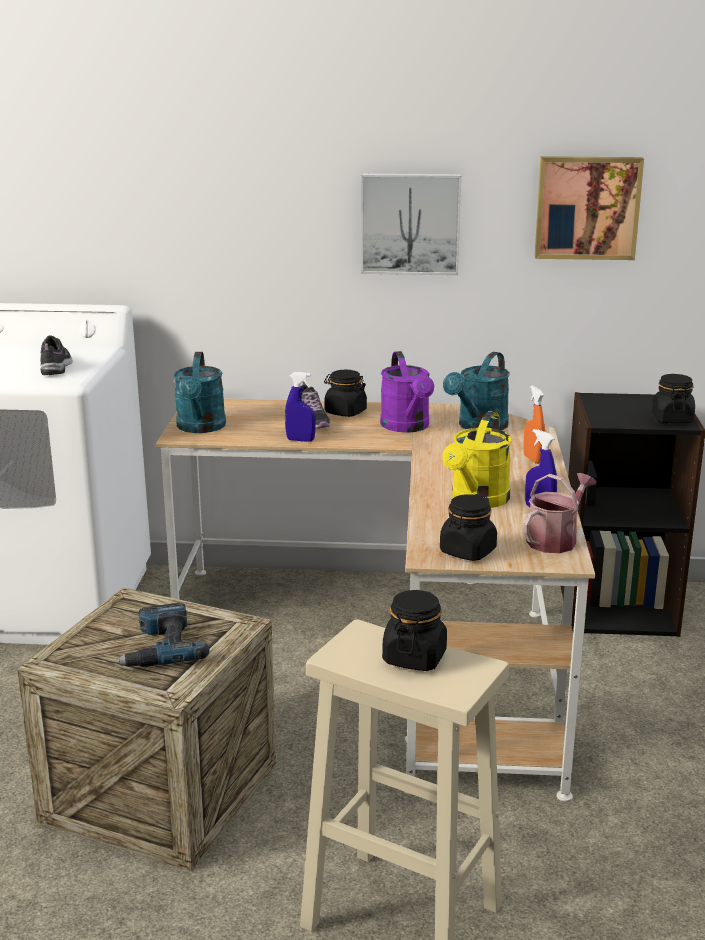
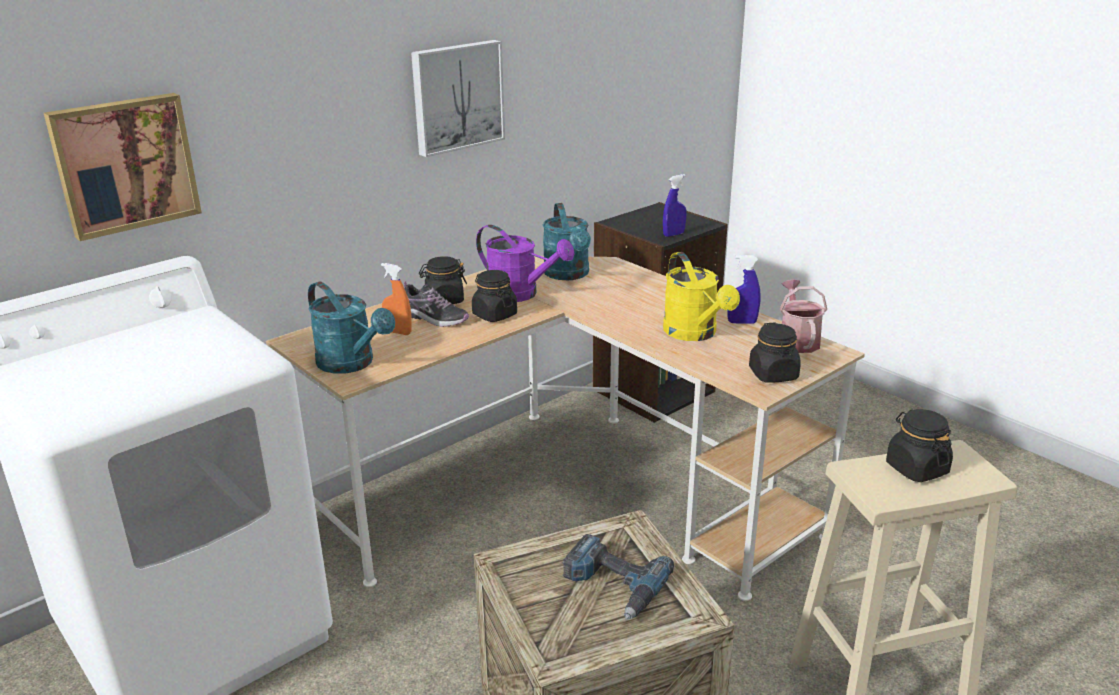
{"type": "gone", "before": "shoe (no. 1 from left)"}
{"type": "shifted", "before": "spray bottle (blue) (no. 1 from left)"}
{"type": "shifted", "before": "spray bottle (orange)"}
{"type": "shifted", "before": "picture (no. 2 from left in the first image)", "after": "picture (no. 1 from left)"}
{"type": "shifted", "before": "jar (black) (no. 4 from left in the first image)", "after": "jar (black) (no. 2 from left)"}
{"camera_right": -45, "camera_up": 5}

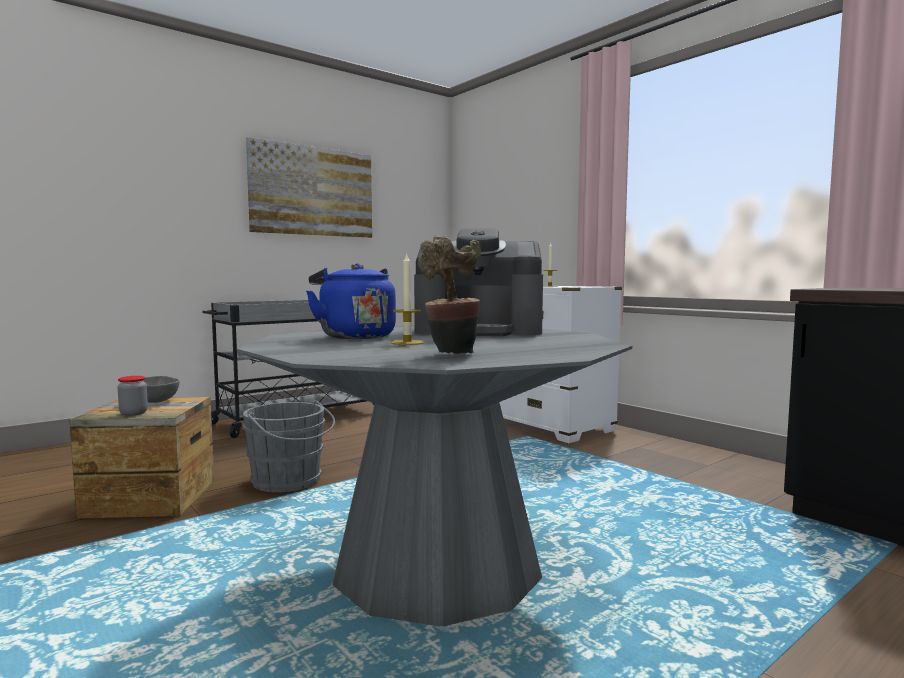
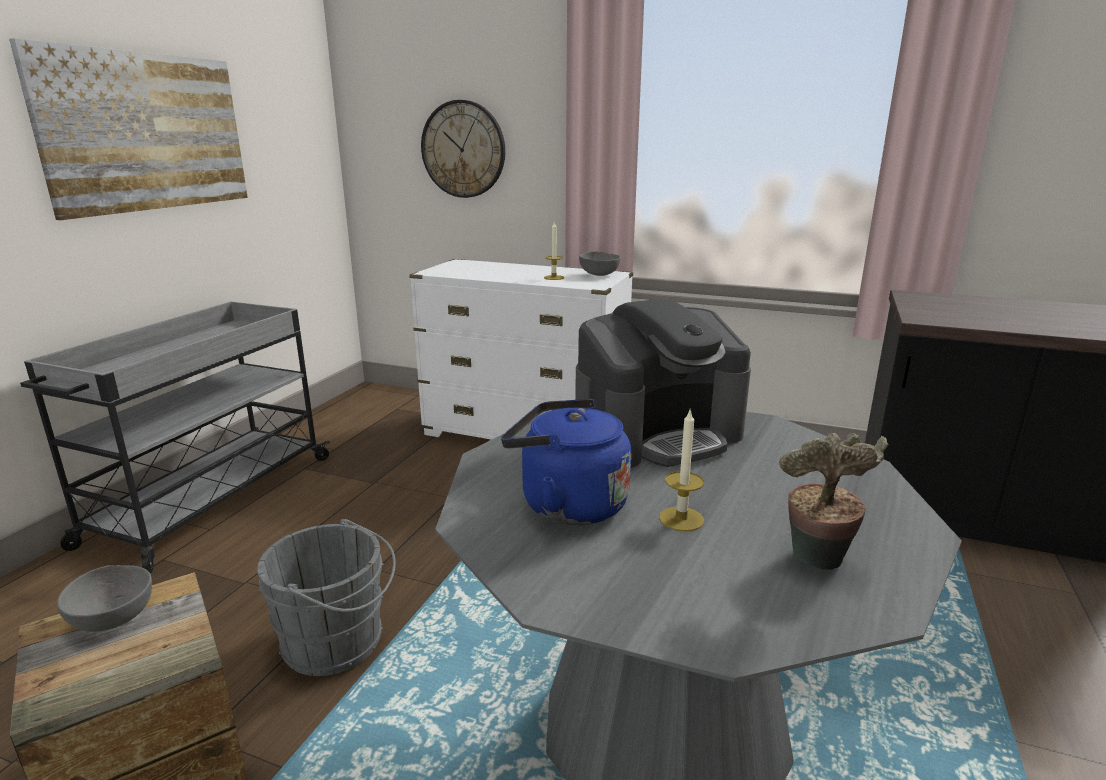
{"type": "gone", "before": "jar"}
{"type": "new", "after": "wall clock"}
{"type": "new", "after": "bowl (grey) (no. 2 from left)"}
{"camera_right": -30, "camera_up": 15}

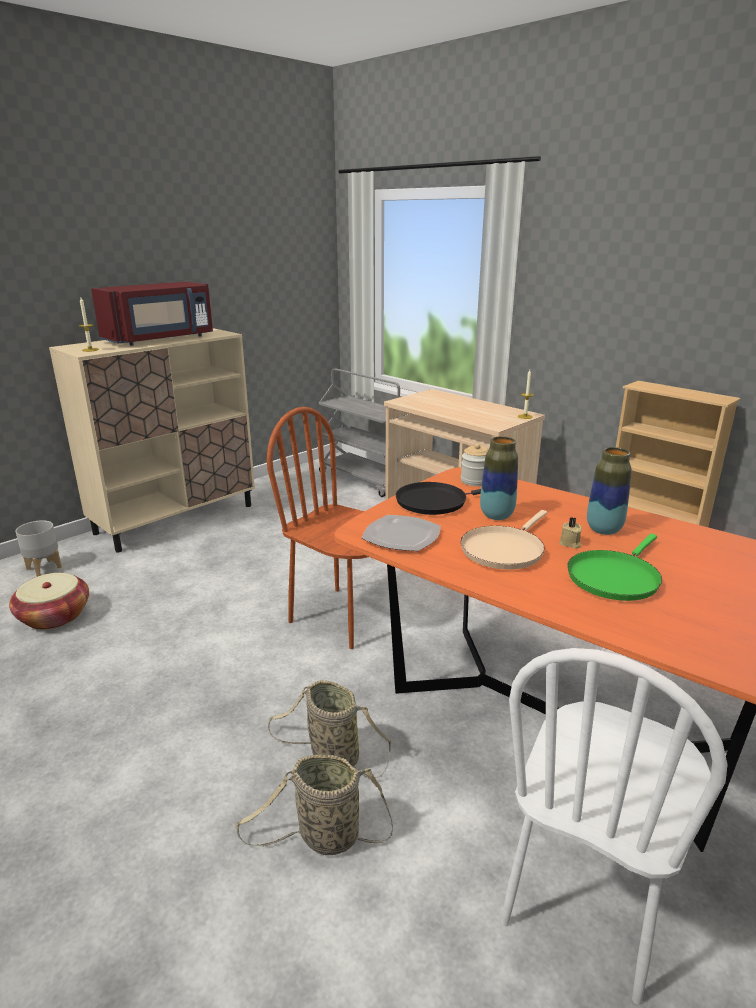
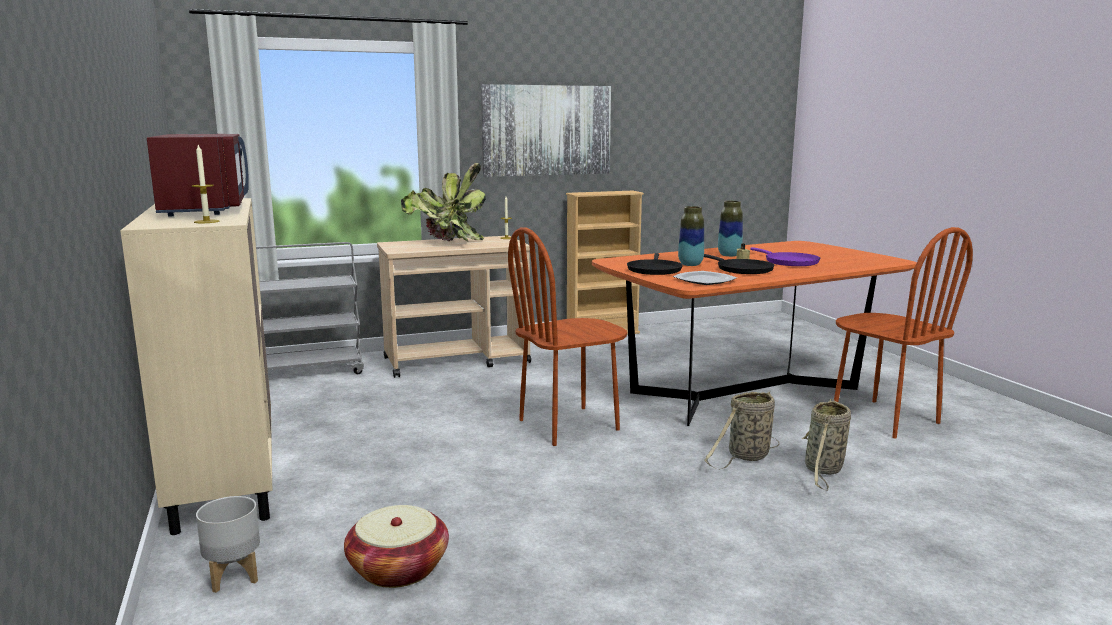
{"type": "gone", "before": "jar"}
{"type": "new", "after": "potted plant"}
{"type": "new", "after": "picture"}
{"type": "repainted", "before": "frying pan (beige)", "after": "frying pan (black) (no. 2 from left)"}
{"type": "repainted", "before": "chair (white)", "after": "chair (brown) (no. 2 from left)"}
{"type": "repainted", "before": "frying pan (green)", "after": "frying pan (purple)"}
{"camera_right": -65, "camera_up": -10}

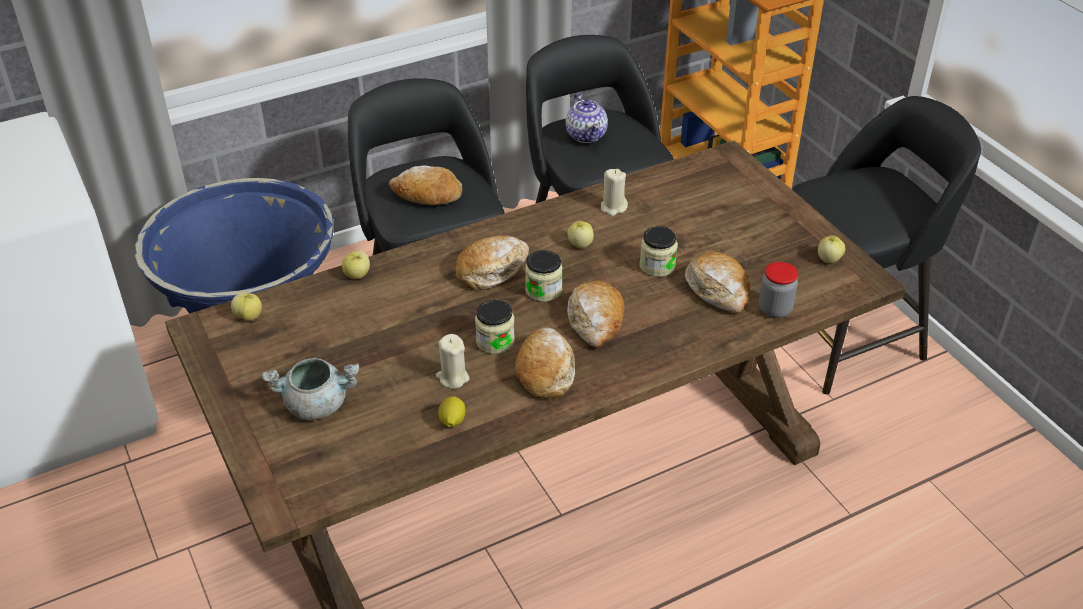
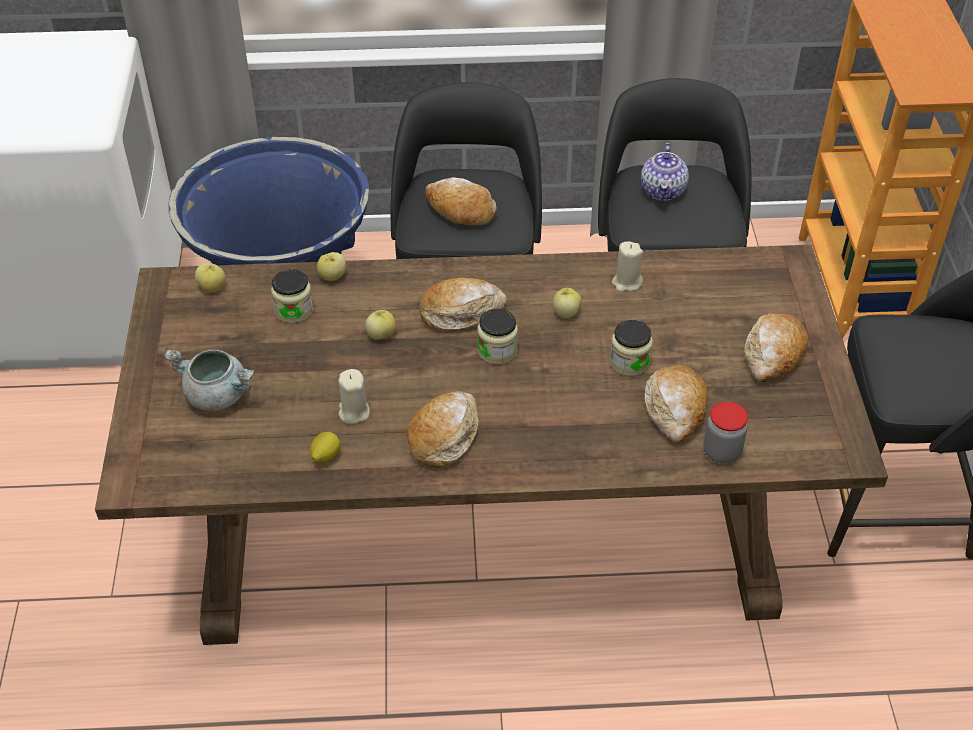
{"type": "shifted", "before": "jar (no. 1 from left)"}
{"type": "shifted", "before": "bread (no. 4 from left in the first image)", "after": "bread (no. 5 from left)"}
{"type": "shifted", "before": "apple (no. 4 from left in the first image)", "after": "apple (no. 3 from left)"}
{"camera_right": 25, "camera_up": 5}

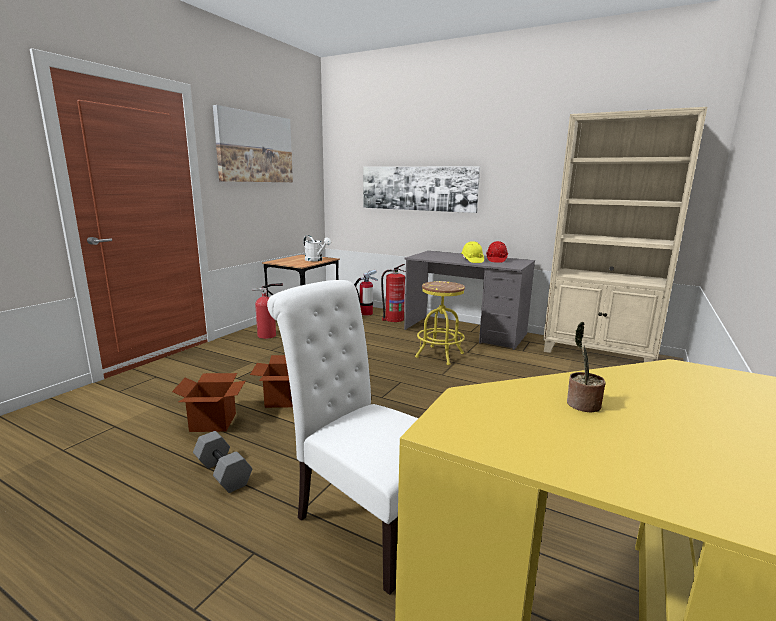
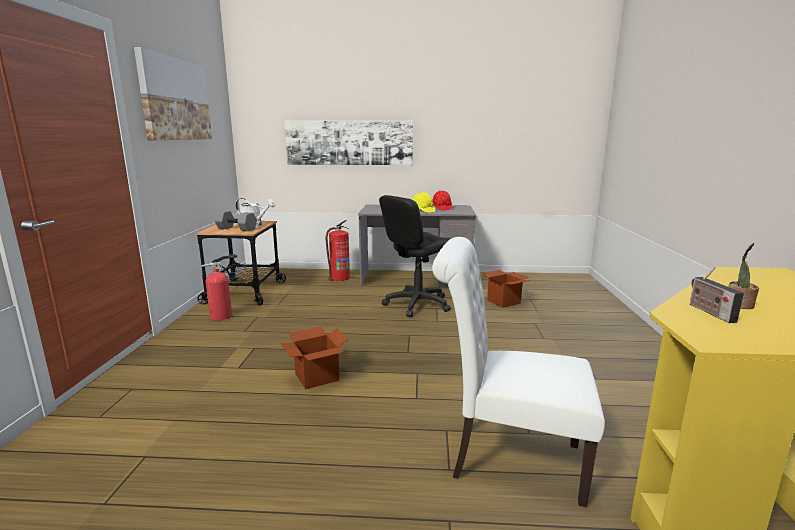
{"type": "gone", "before": "fire extinguisher (no. 2 from left)"}
{"type": "gone", "before": "bookcase (beige)"}
{"type": "new", "after": "radio"}
{"type": "shifted", "before": "cardboard box (no. 1 from left in the first image)", "after": "cardboard box (no. 2 from left)"}
{"type": "shifted", "before": "dumbbell (grey)"}
{"type": "swapped", "before": "stool (yellow)", "after": "office chair (black)"}
{"camera_right": -25, "camera_up": 0}

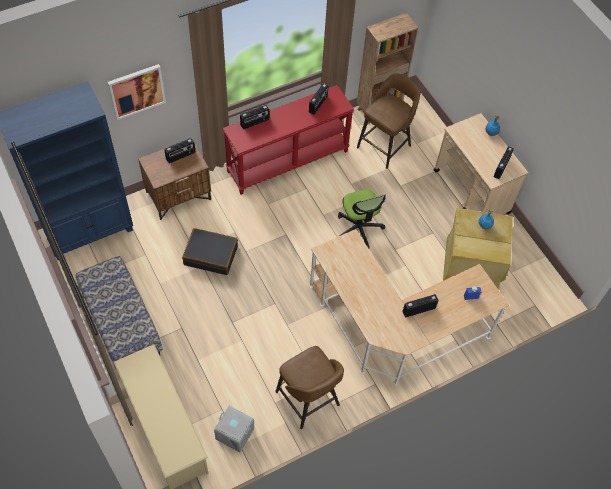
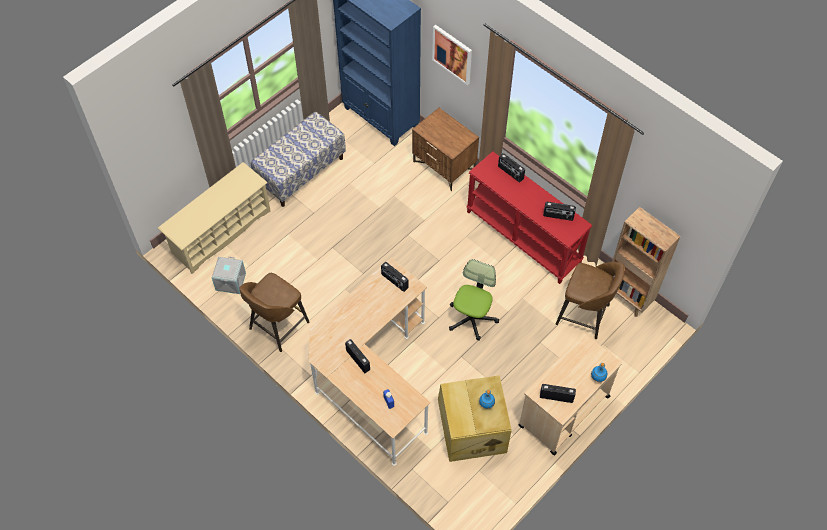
{"type": "gone", "before": "suitcase (black)"}
{"type": "shifted", "before": "radio (no. 1 from left in the first image)", "after": "radio (no. 2 from left)"}
{"type": "rotated", "before": "office chair", "turn": 150}
{"camera_right": 75, "camera_up": 0}

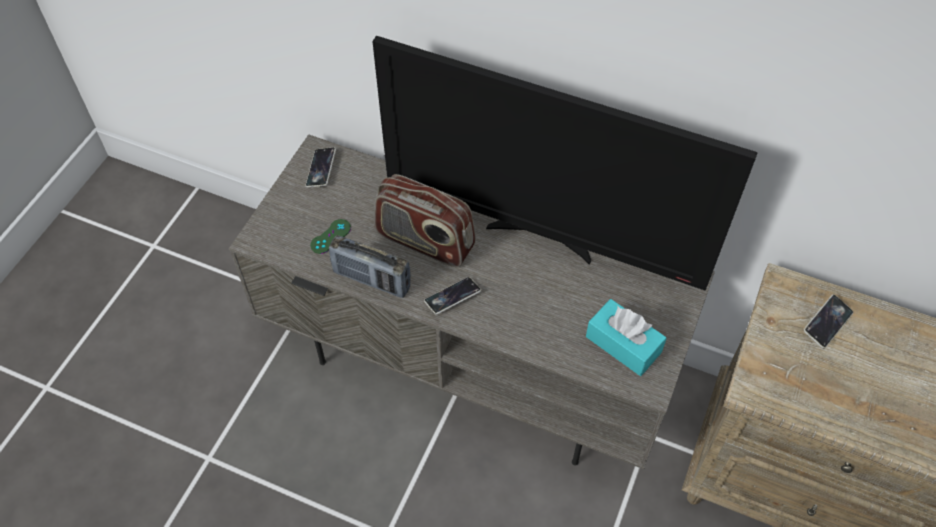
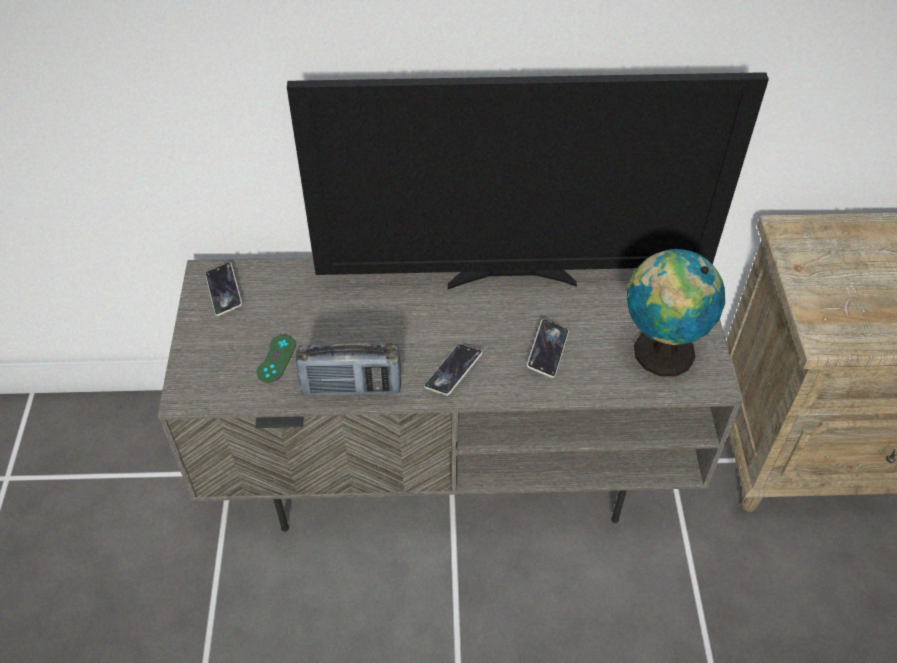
{"type": "gone", "before": "radio (no. 2 from left)"}
{"type": "shifted", "before": "phone (no. 3 from left)"}
{"type": "swapped", "before": "tissue box (turquoise)", "after": "globe"}
{"camera_right": -25, "camera_up": -5}

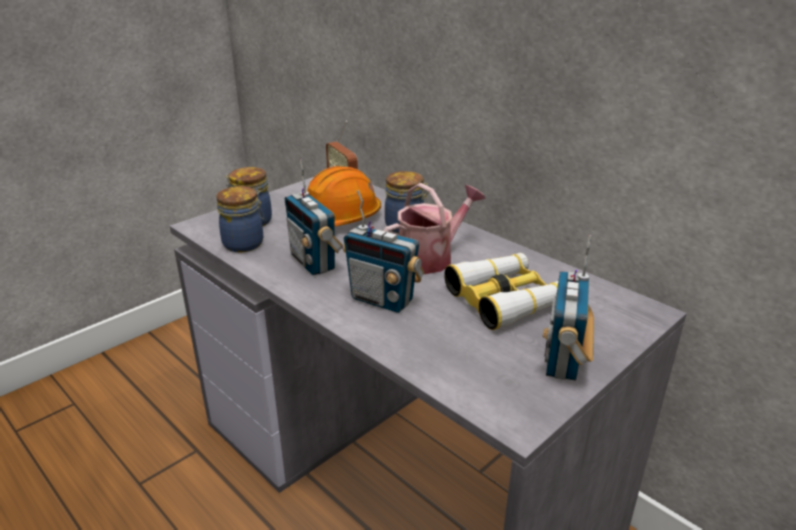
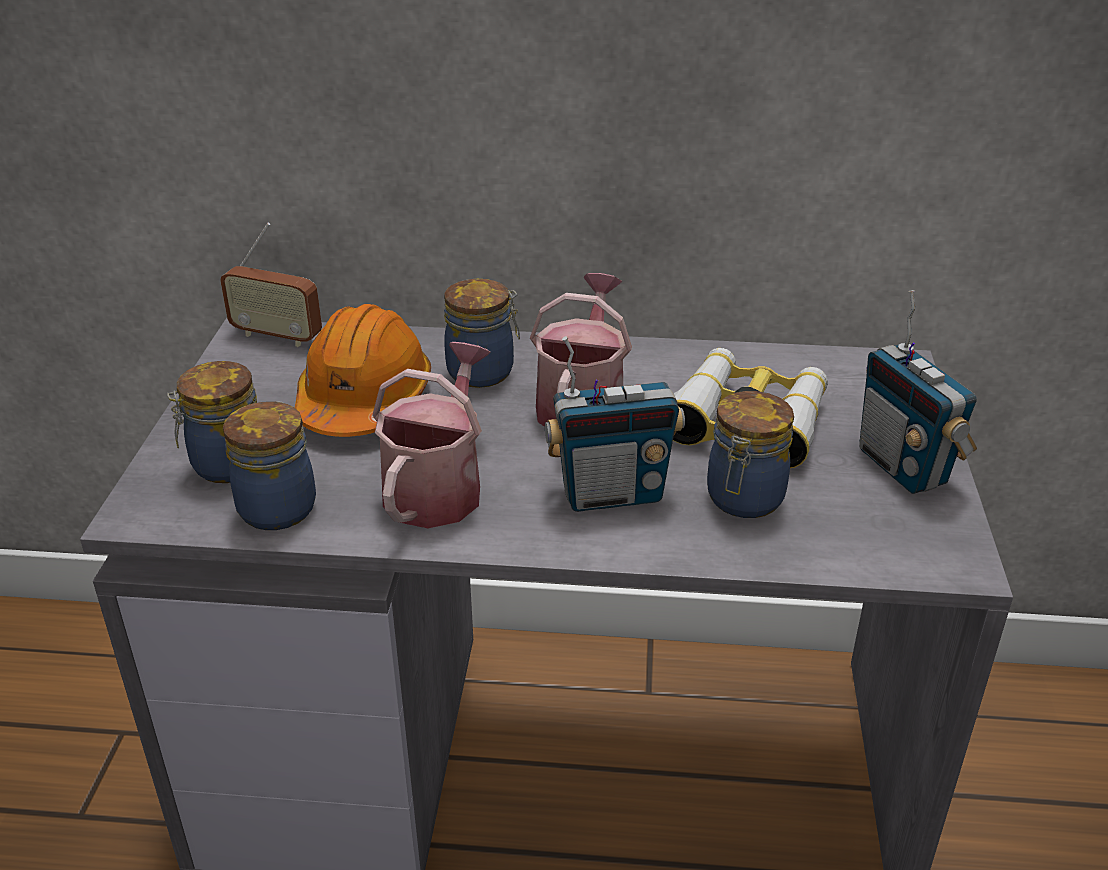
{"type": "new", "after": "jar (no. 4 from left)"}
{"type": "swapped", "before": "radio (no. 1 from left)", "after": "watering can (no. 1 from left)"}
{"camera_right": -40, "camera_up": 5}

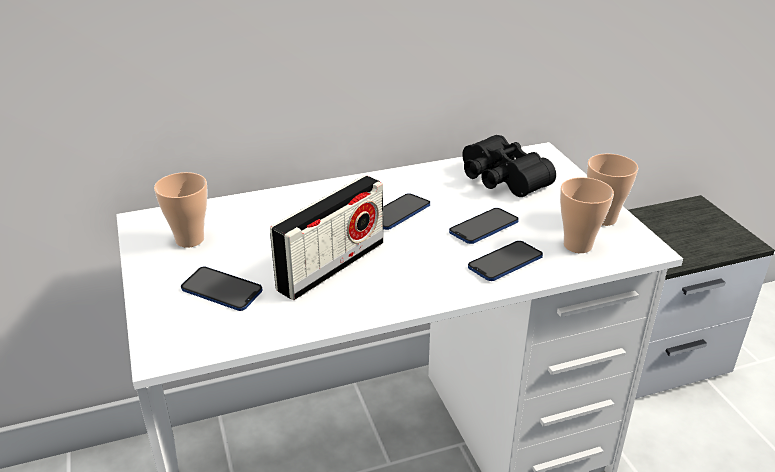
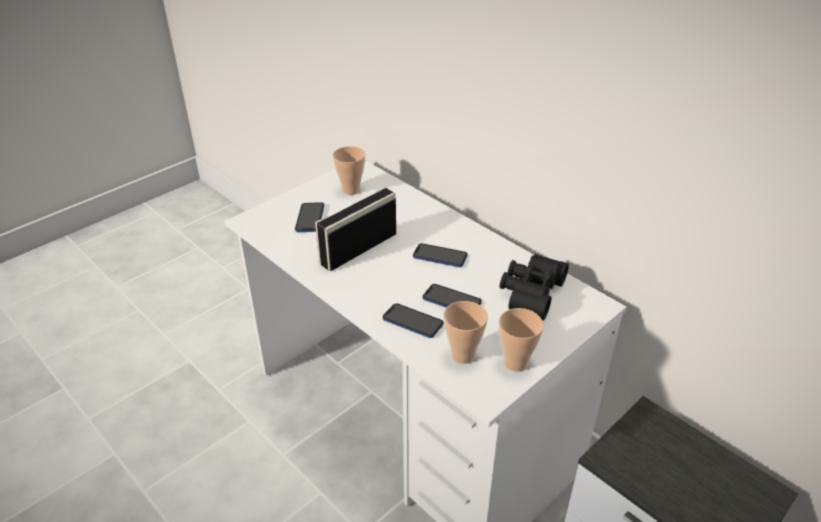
{"type": "rotated", "before": "radio", "turn": 120}
{"camera_right": 65, "camera_up": 5}

